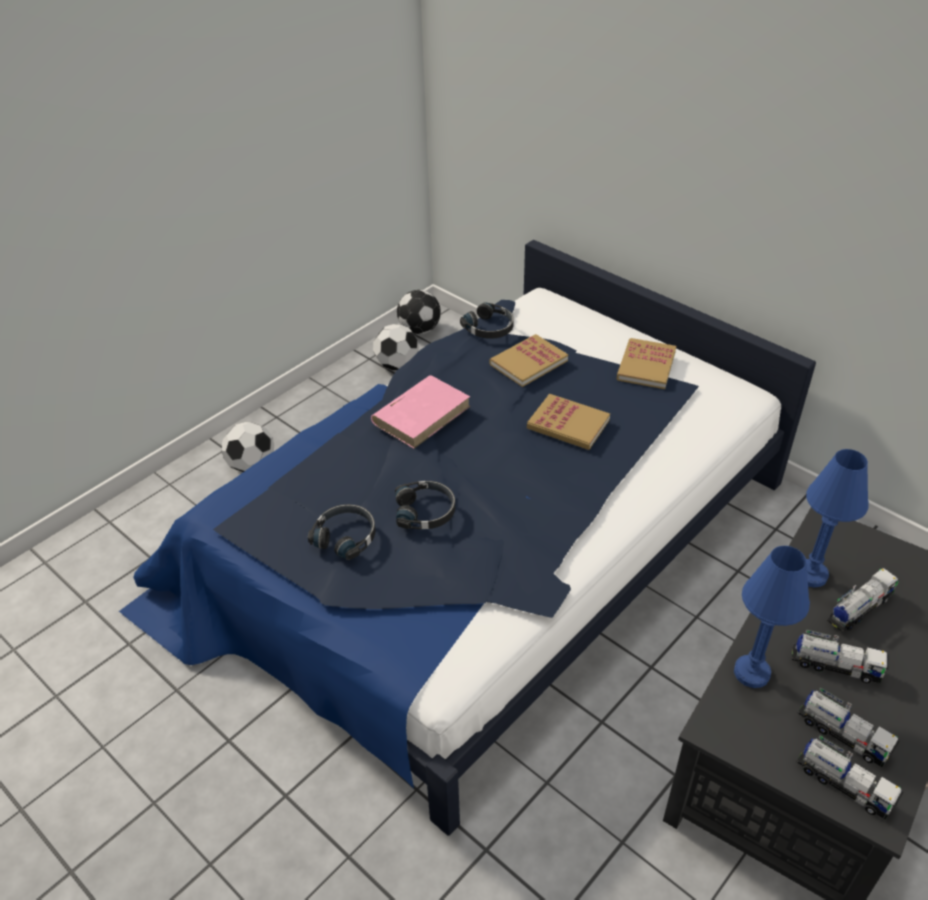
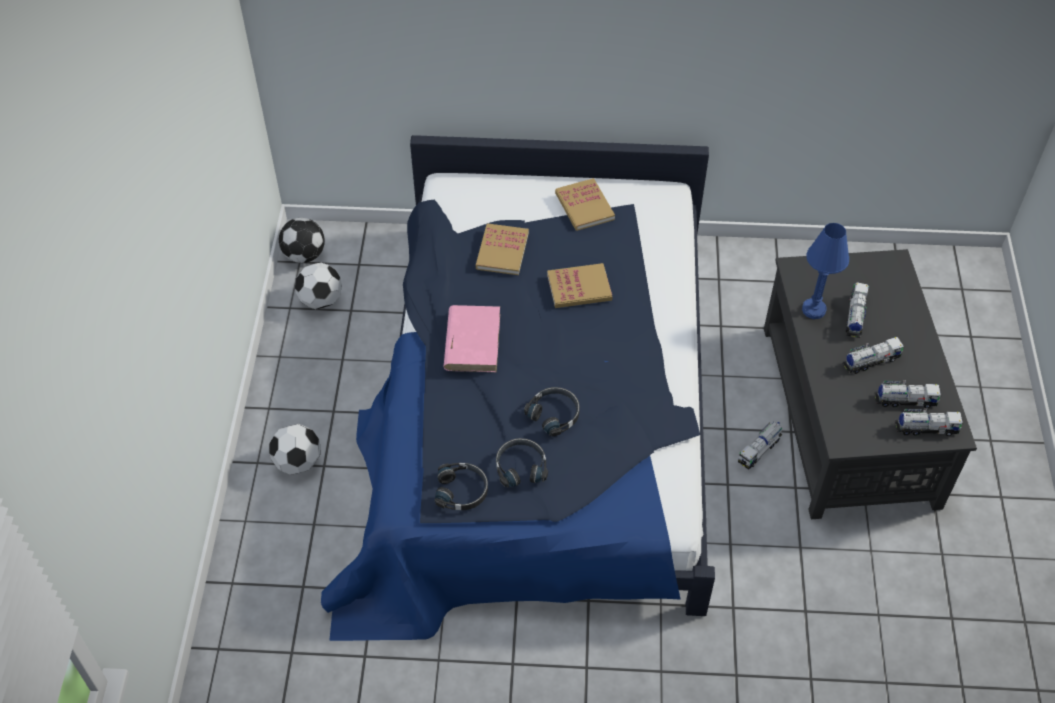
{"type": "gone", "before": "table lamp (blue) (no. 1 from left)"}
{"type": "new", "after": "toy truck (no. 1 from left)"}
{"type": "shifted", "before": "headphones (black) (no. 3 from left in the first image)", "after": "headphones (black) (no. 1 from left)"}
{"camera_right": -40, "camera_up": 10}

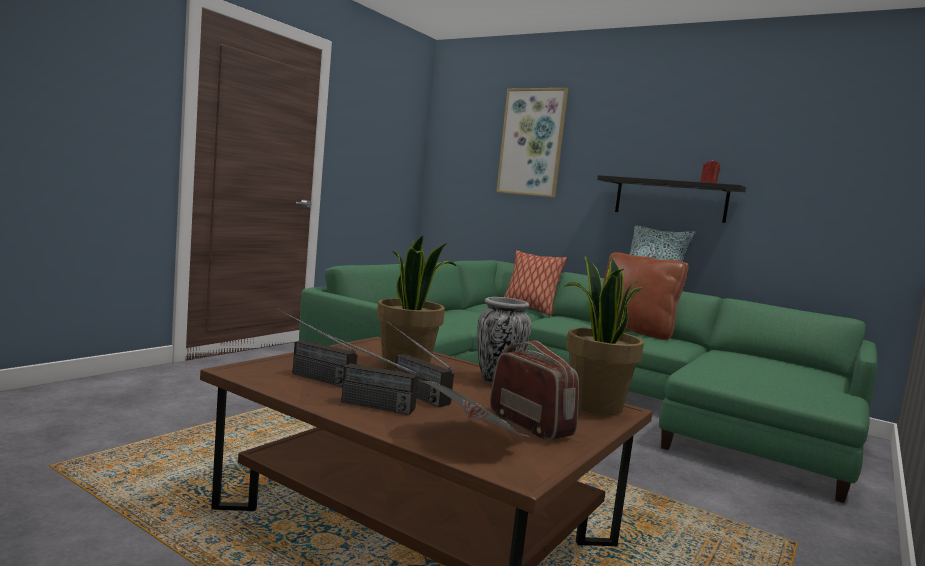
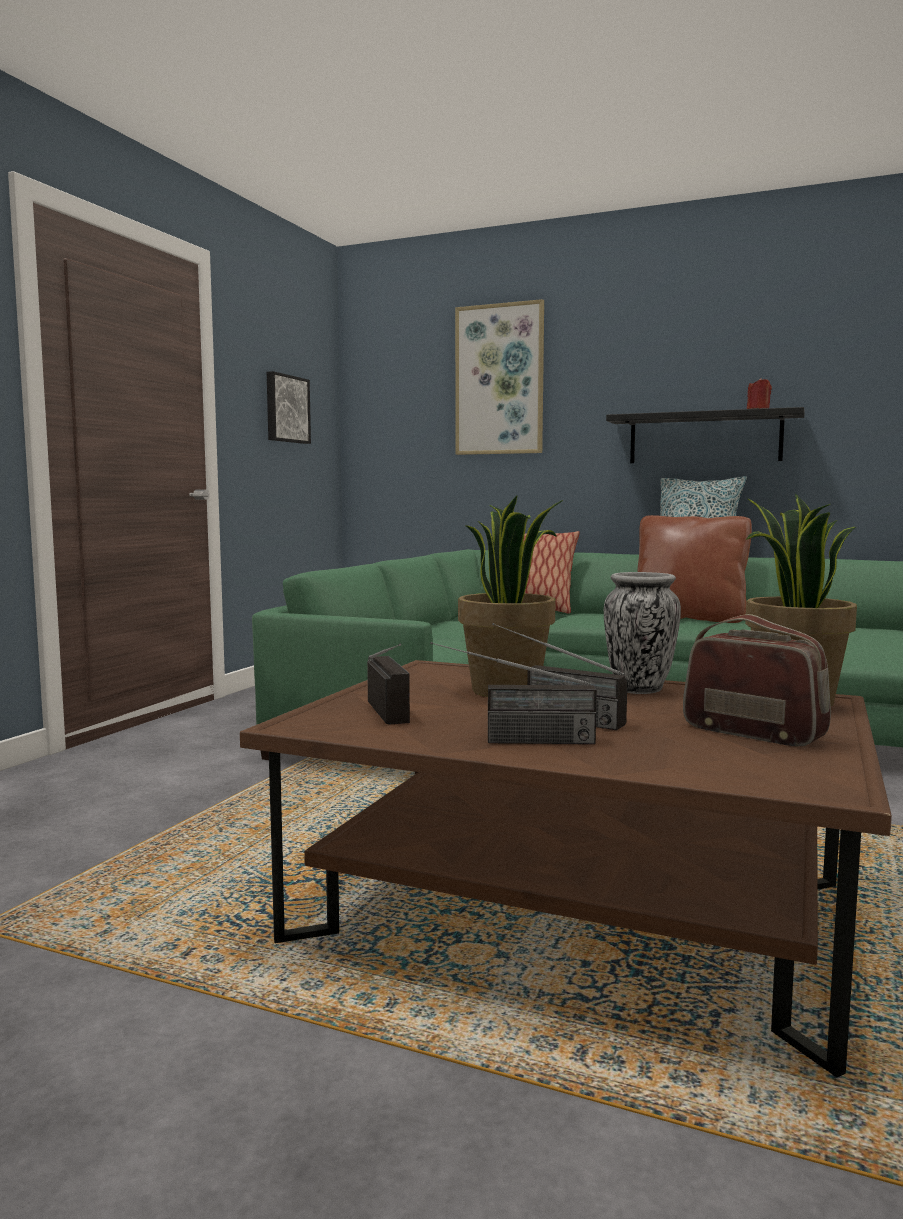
{"type": "gone", "before": "newspaper"}
{"type": "new", "after": "picture (no. 1 from left)"}
{"type": "rotated", "before": "radio (no. 1 from left)", "turn": -120}
{"camera_right": -10, "camera_up": 0}

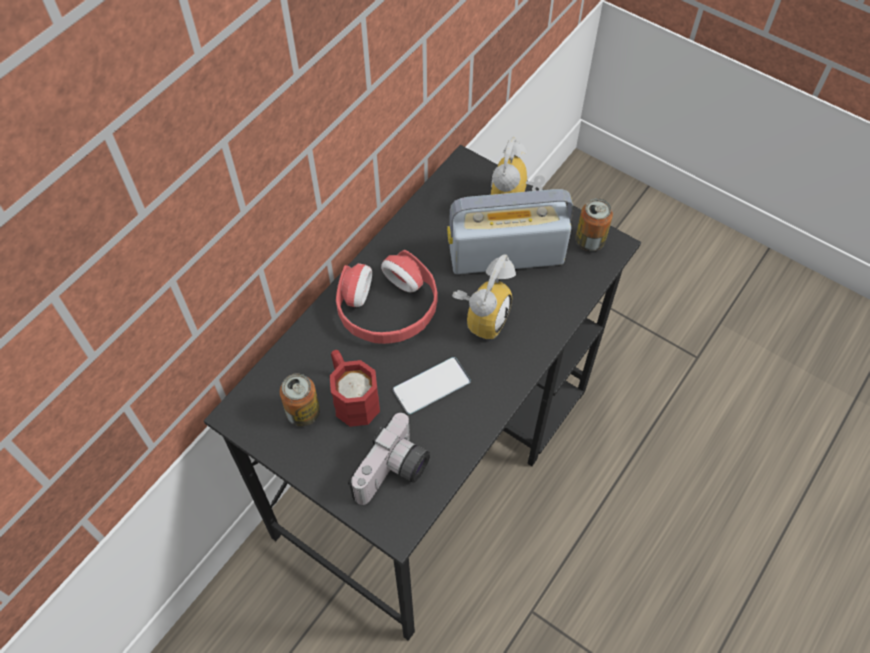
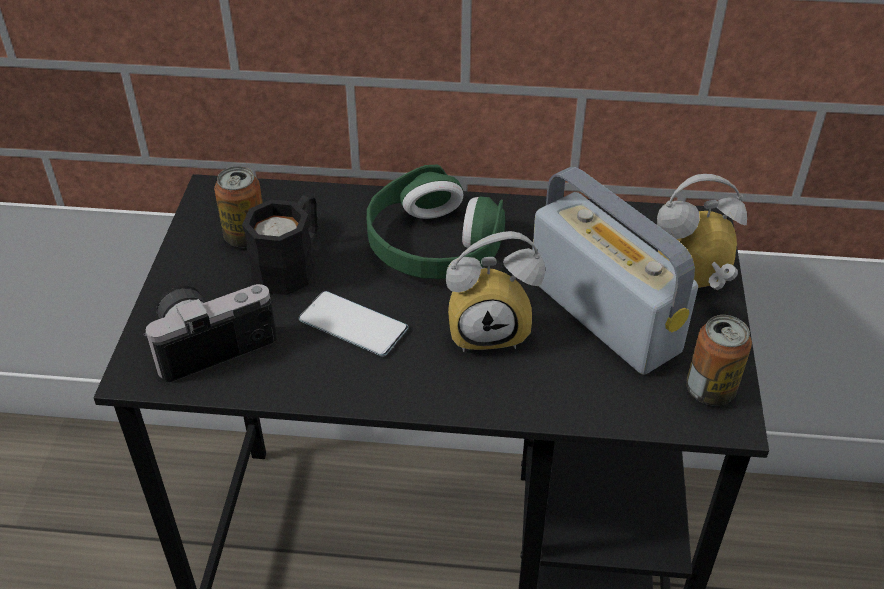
{"type": "repainted", "before": "mug (red)", "after": "mug (black)"}
{"type": "repainted", "before": "headphones (red)", "after": "headphones (green)"}
{"type": "rotated", "before": "photo camera", "turn": 150}
{"camera_right": 60, "camera_up": -15}

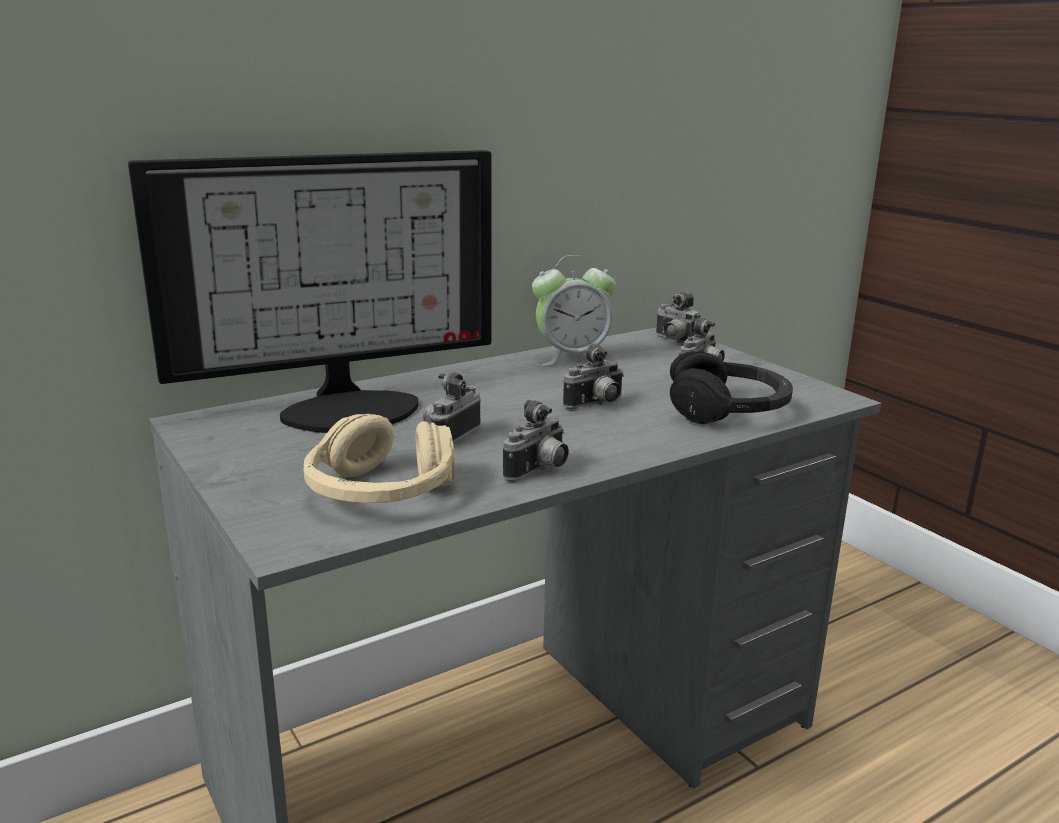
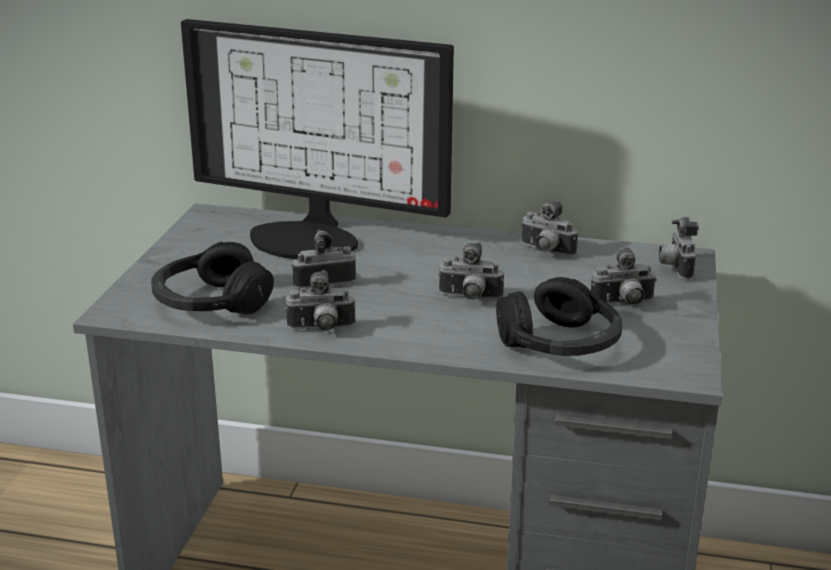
{"type": "swapped", "before": "alarm clock", "after": "photo camera (no. 4 from left)"}
{"type": "repainted", "before": "headphones (beige)", "after": "headphones (black) (no. 1 from left)"}
{"camera_right": 45, "camera_up": 5}

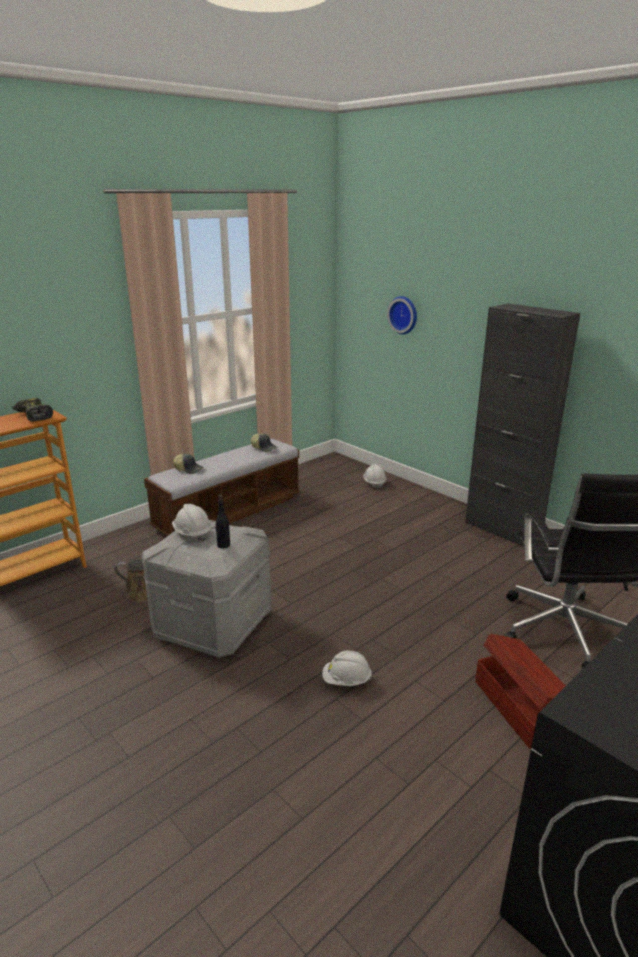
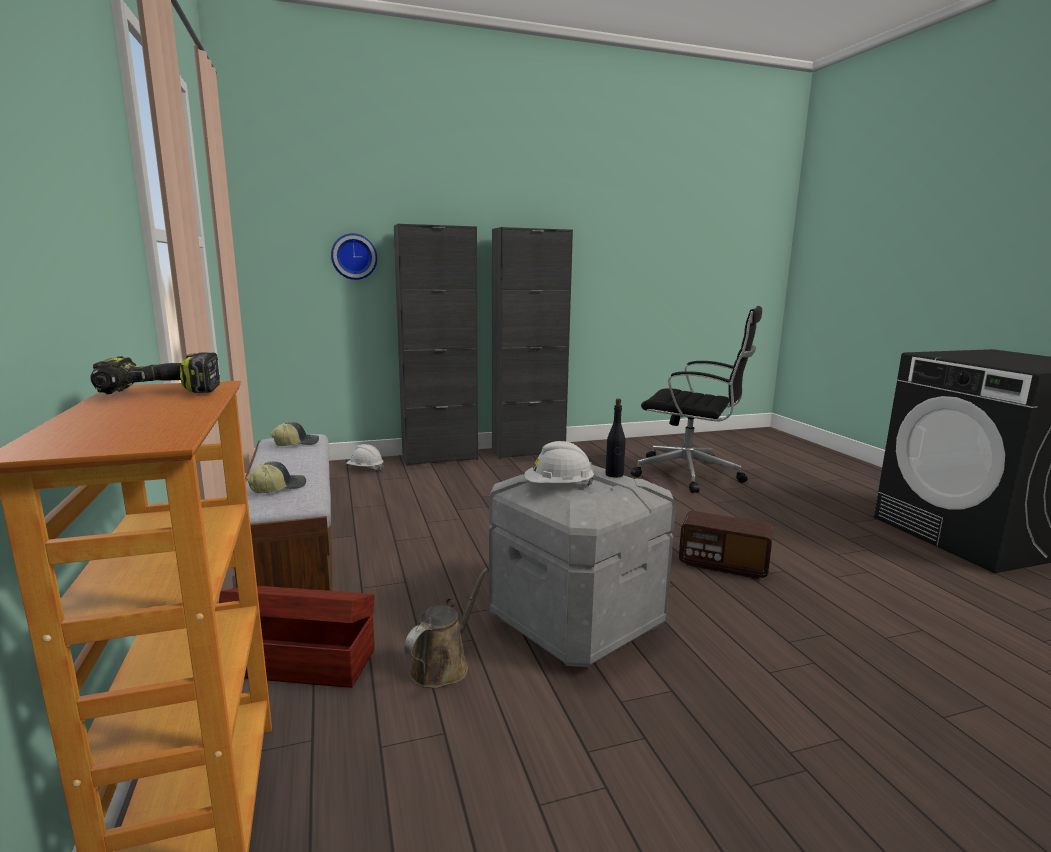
{"type": "new", "after": "cabinet (black) (no. 1 from left)"}
{"type": "shifted", "before": "storage box (brown)"}
{"type": "swapped", "before": "hard hat (white) (no. 2 from left)", "after": "radio"}
{"camera_right": -65, "camera_up": -10}

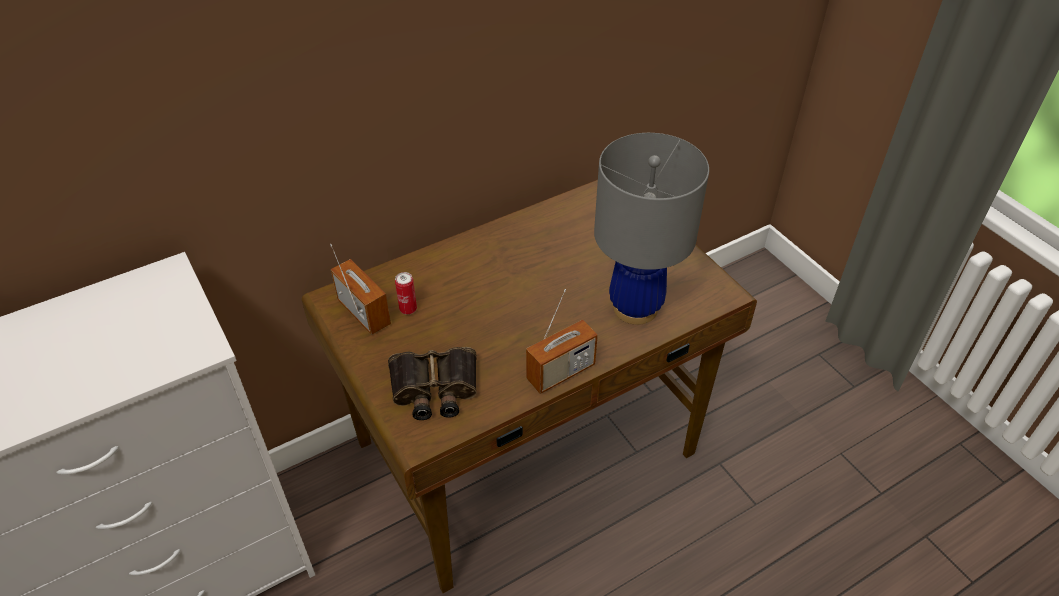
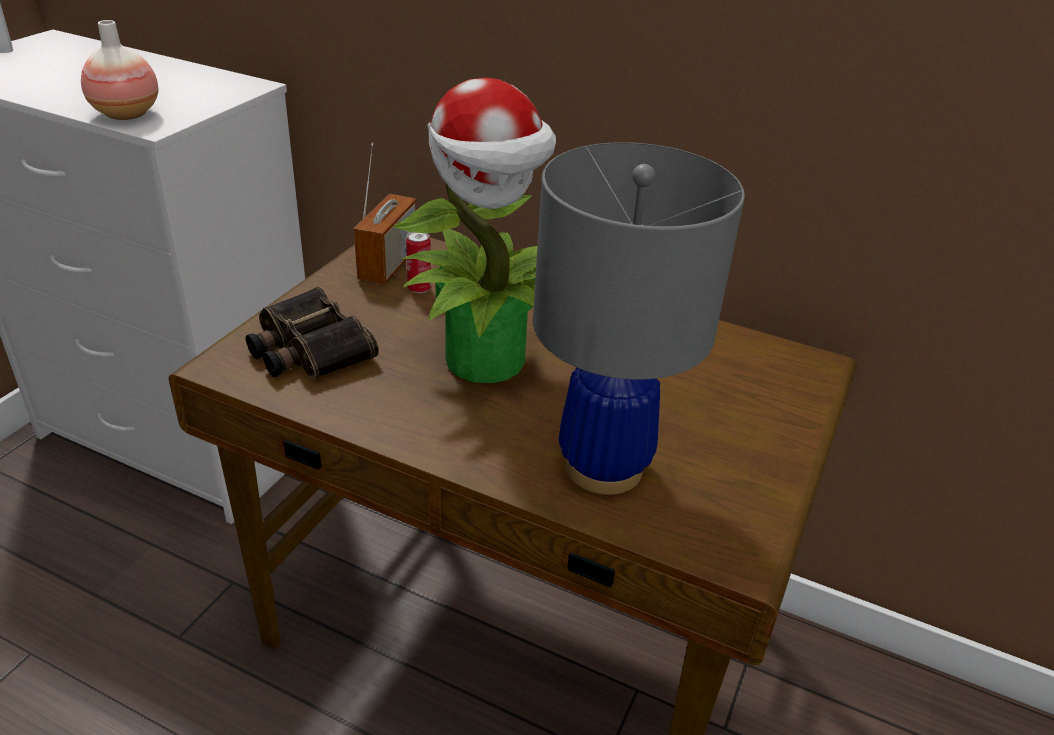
{"type": "gone", "before": "radio (no. 2 from left)"}
{"type": "new", "after": "vase"}
{"type": "new", "after": "potted plant"}
{"camera_right": 55, "camera_up": -10}

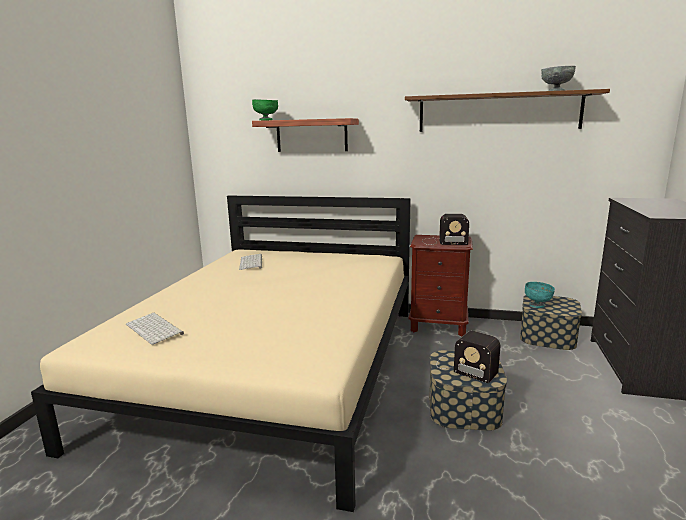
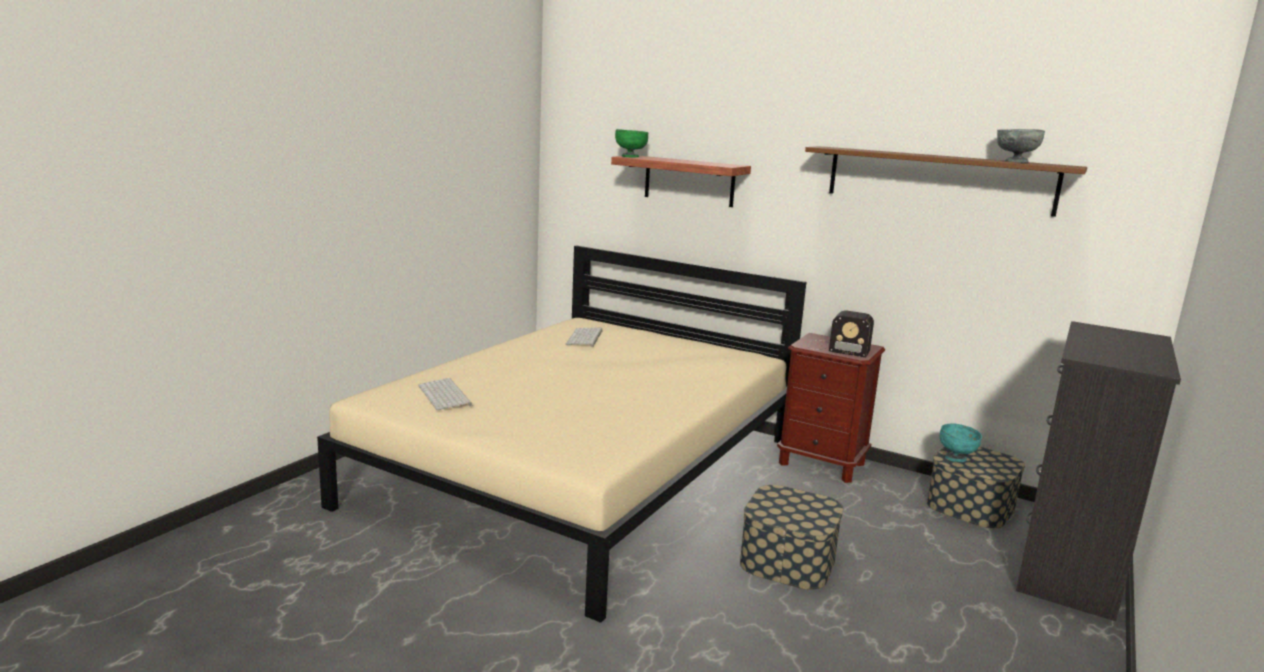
{"type": "gone", "before": "radio (no. 2 from left)"}
{"camera_right": 15, "camera_up": 0}

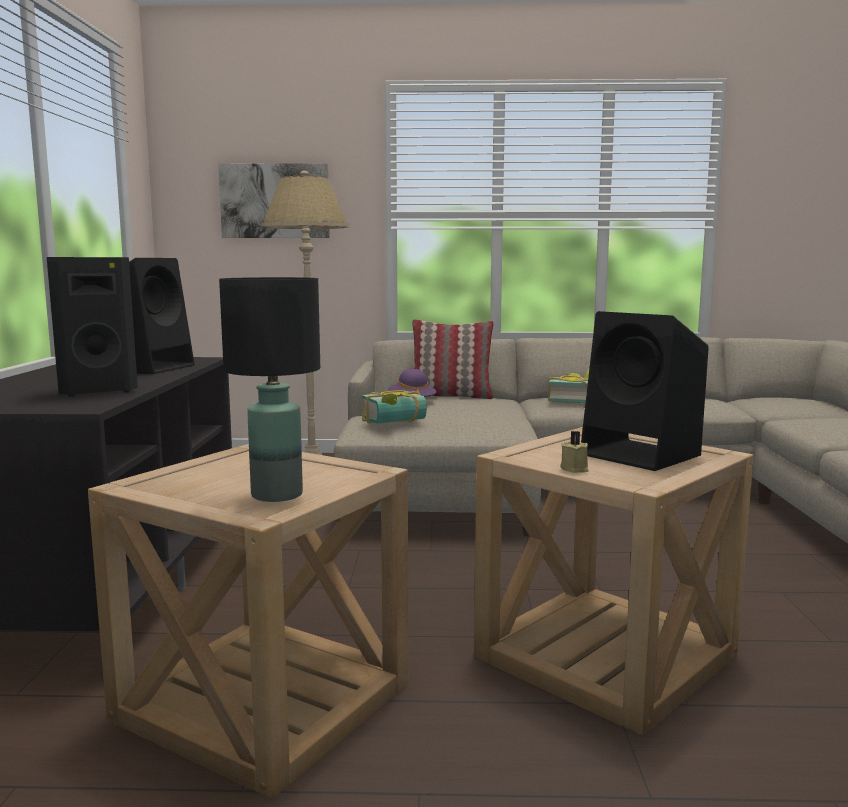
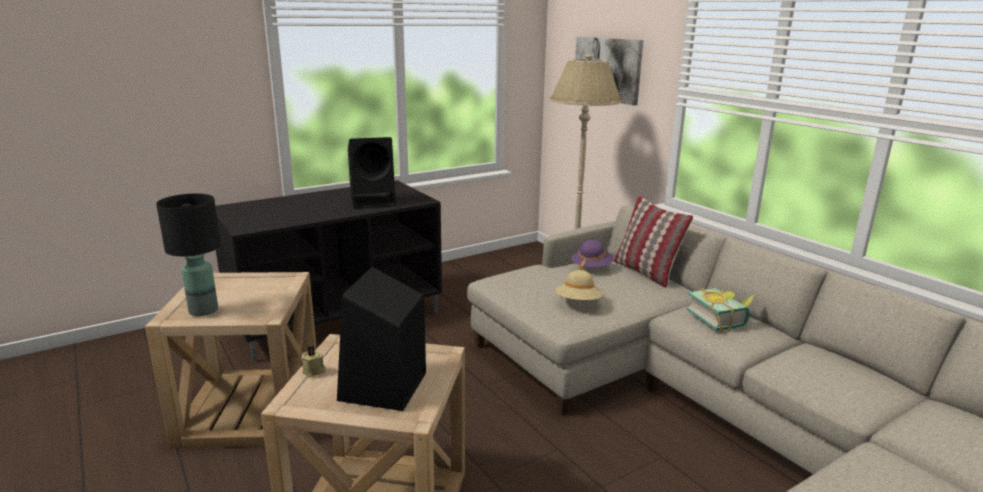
{"type": "gone", "before": "speaker (black) (no. 1 from left)"}
{"type": "gone", "before": "book (no. 1 from left)"}
{"type": "new", "after": "hat (beige)"}
{"camera_right": 55, "camera_up": 10}

